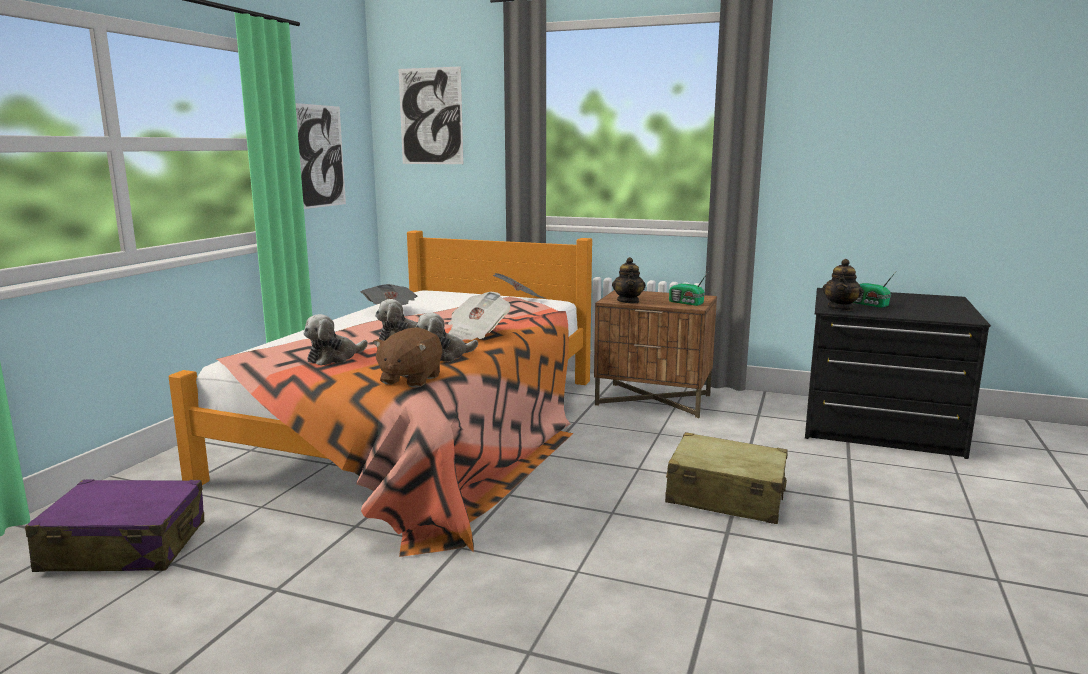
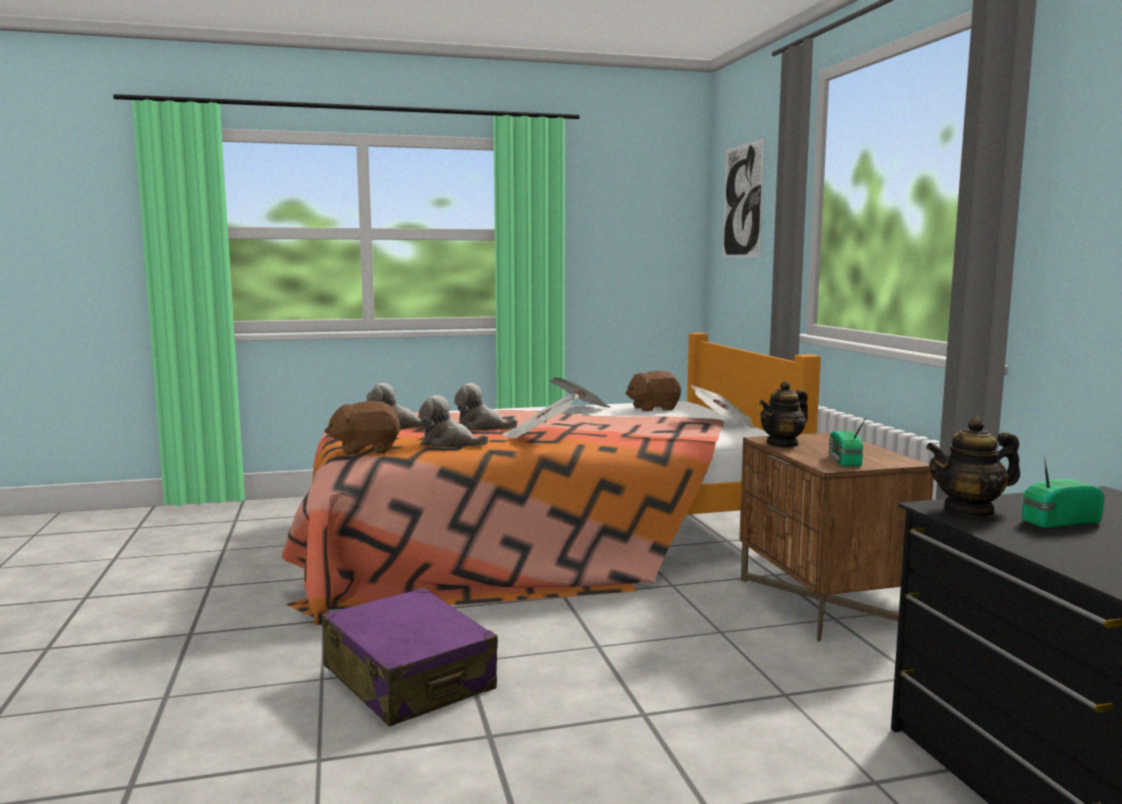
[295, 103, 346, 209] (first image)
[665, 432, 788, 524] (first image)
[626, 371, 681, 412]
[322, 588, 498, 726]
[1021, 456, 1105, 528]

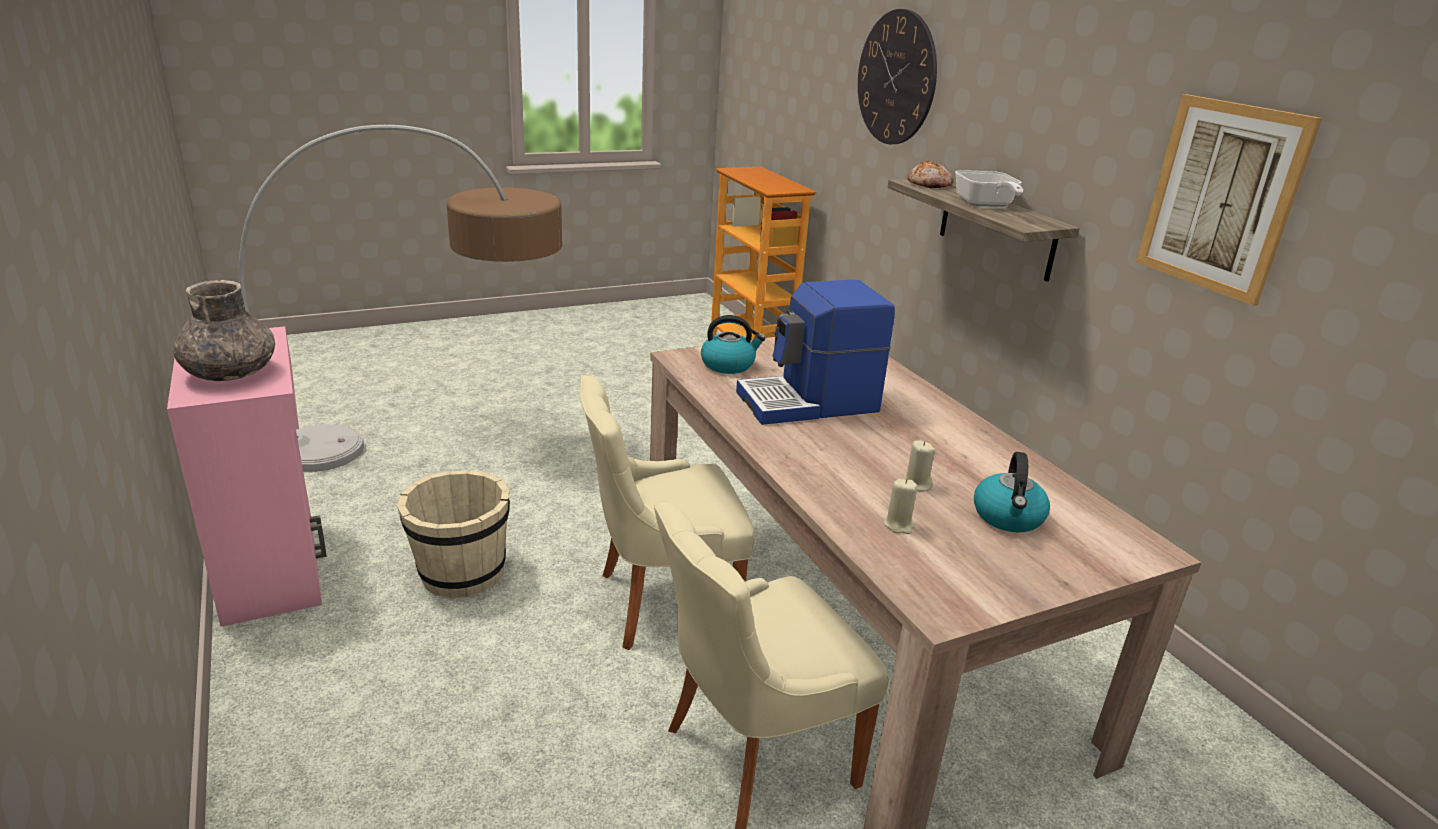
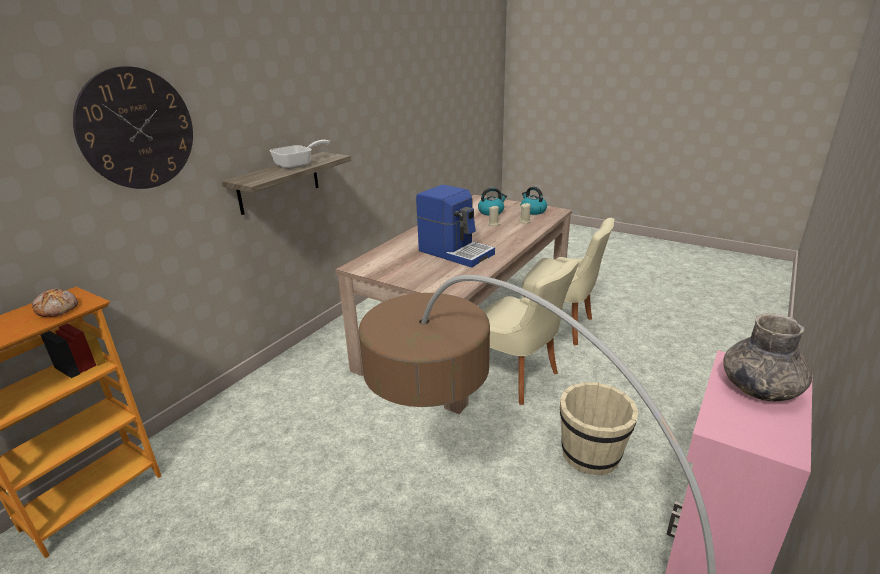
[1136, 94, 1322, 306] (first image)
[521, 187, 547, 215]
[32, 288, 78, 317]

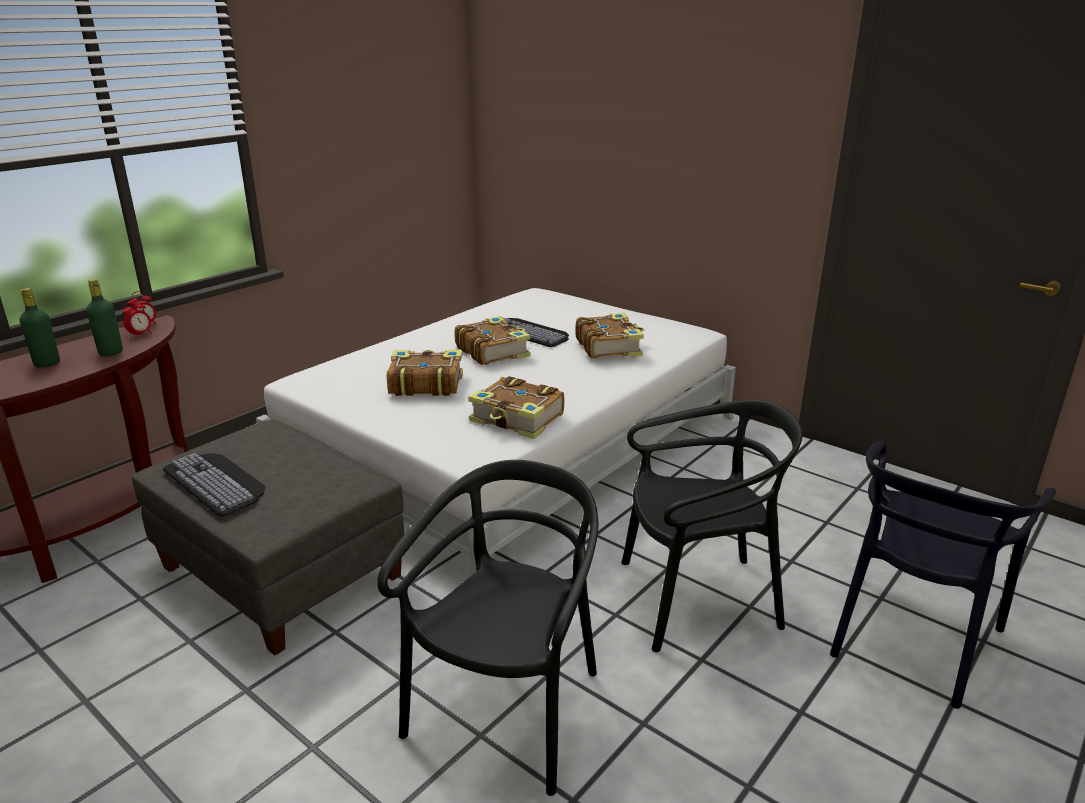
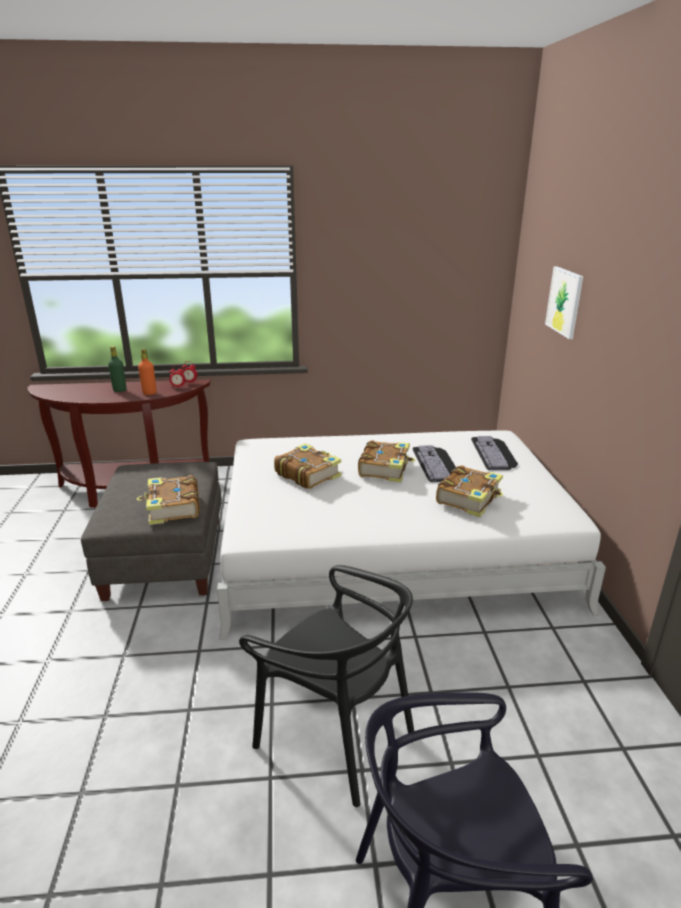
[377, 460, 598, 796] (first image)
[545, 266, 583, 339]
[471, 436, 518, 470]
[137, 475, 200, 525]
[138, 349, 157, 395]

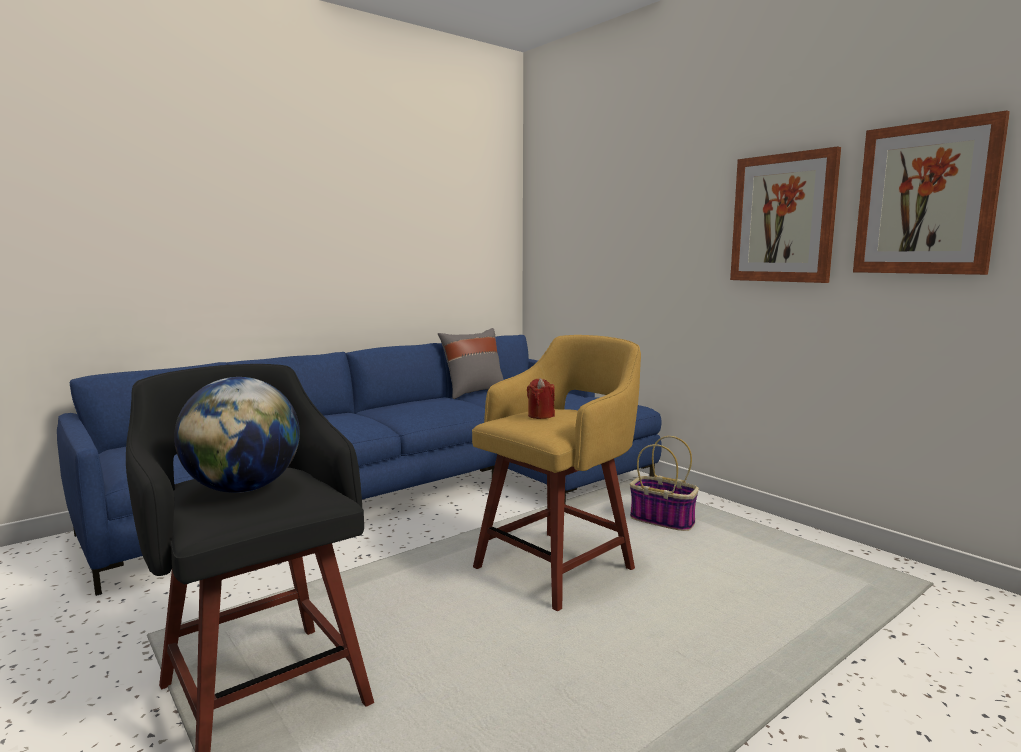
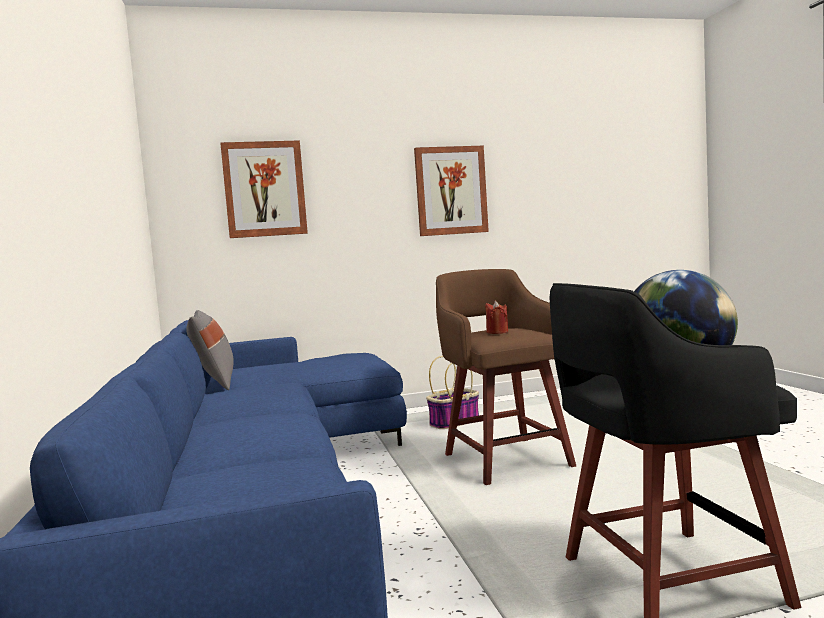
[220, 140, 308, 238]
[436, 269, 576, 485]

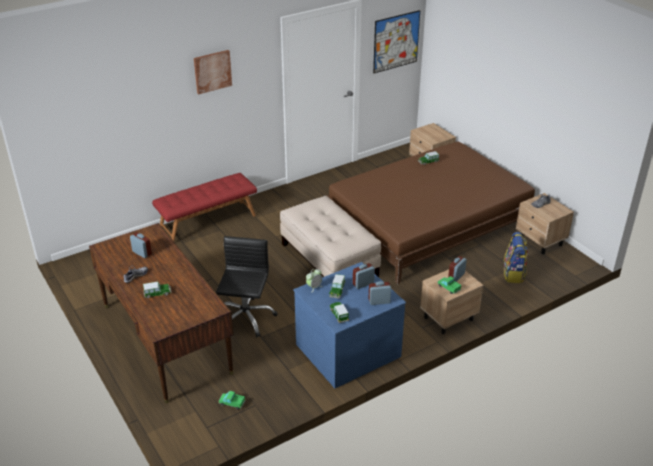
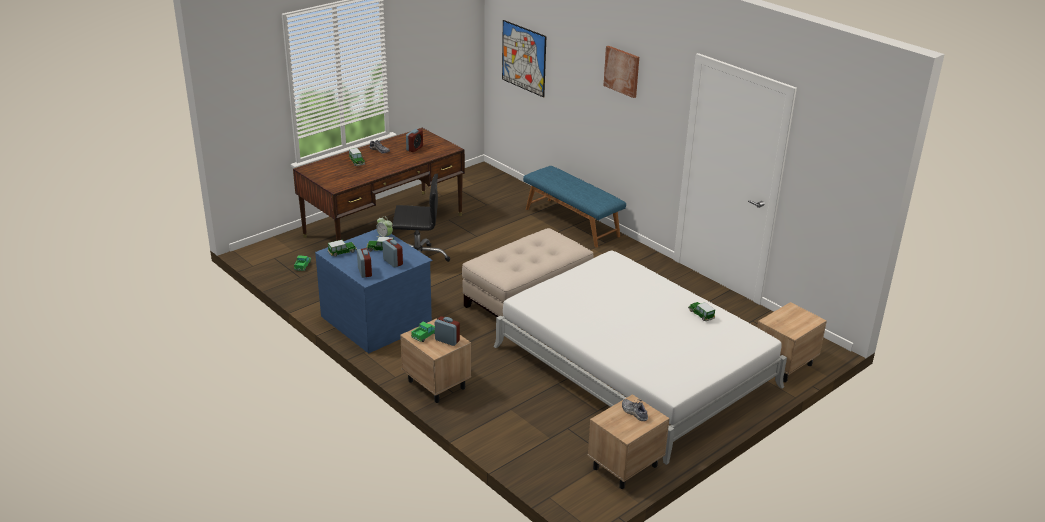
[504, 232, 528, 283] (first image)
[502, 20, 546, 98]
[523, 166, 626, 248]
[493, 250, 787, 465]

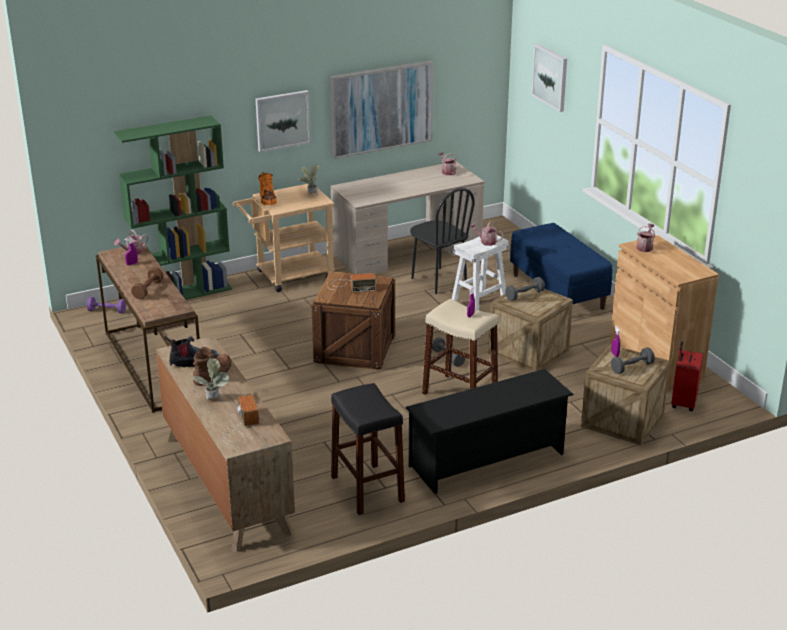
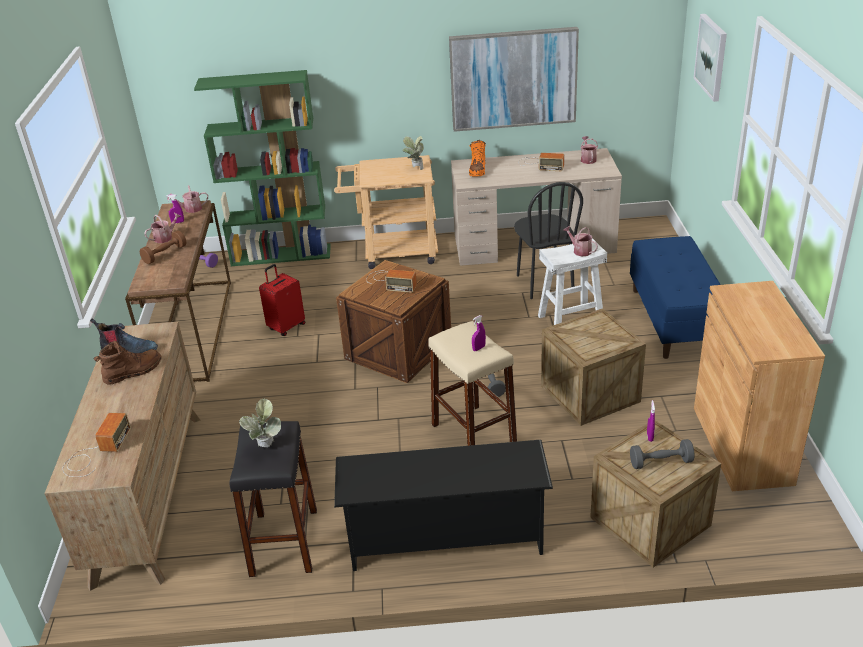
[256, 90, 311, 152] (first image)
[505, 277, 545, 301] (first image)
[519, 153, 564, 171]
[239, 399, 281, 447]
[469, 140, 486, 177]
[144, 213, 182, 243]
[259, 264, 305, 336]

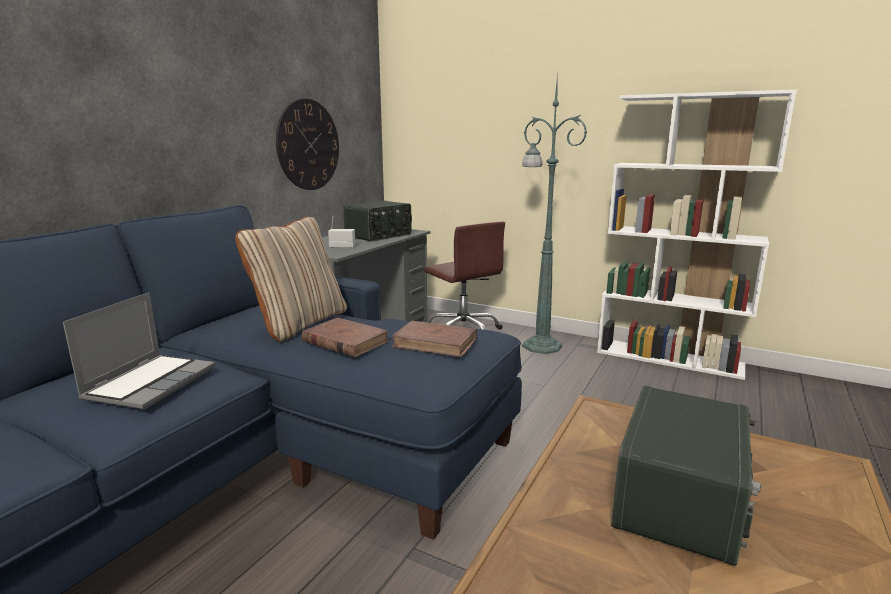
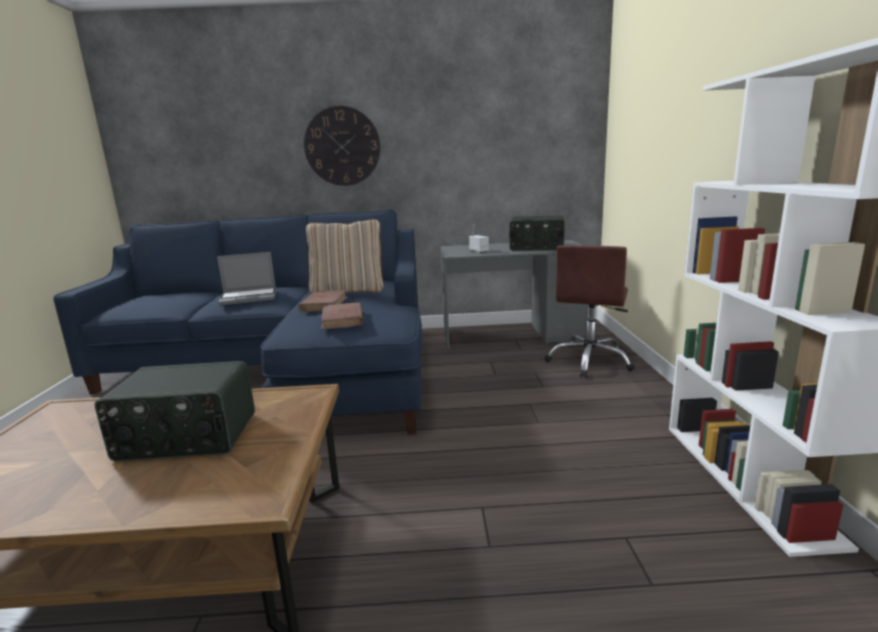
[522, 72, 587, 354] (first image)
[304, 106, 380, 186]

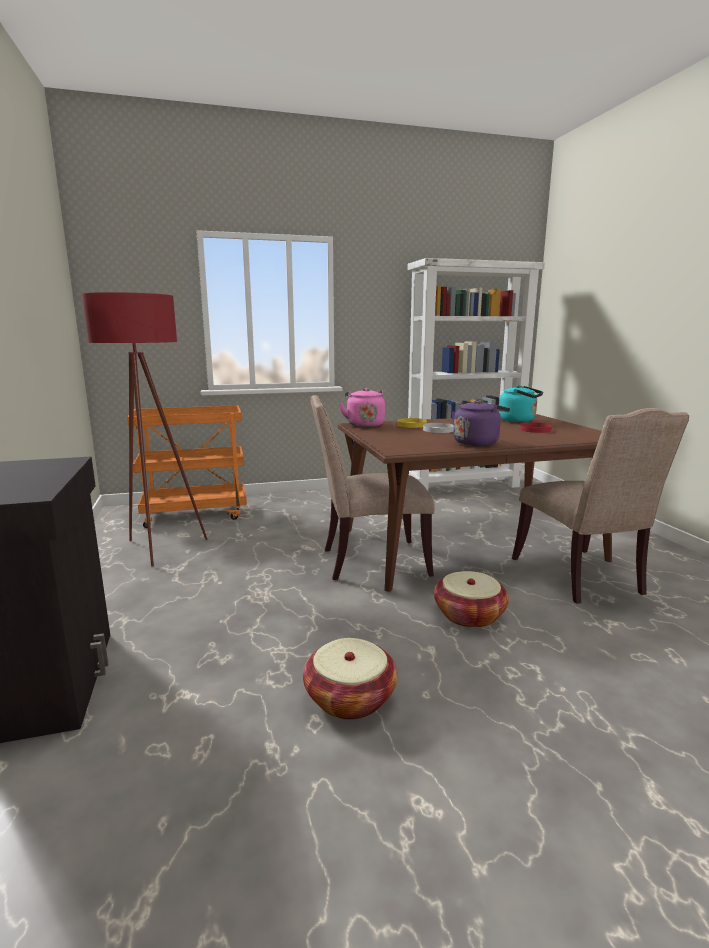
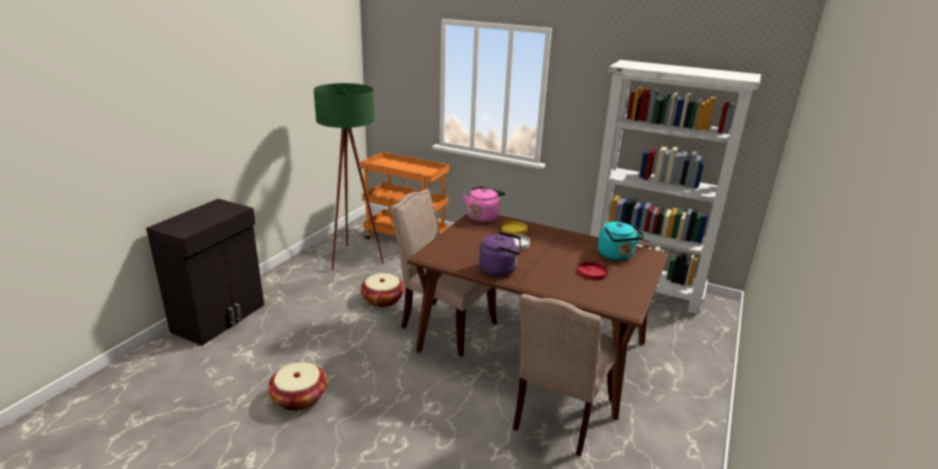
[360, 273, 405, 307]
[314, 83, 384, 271]

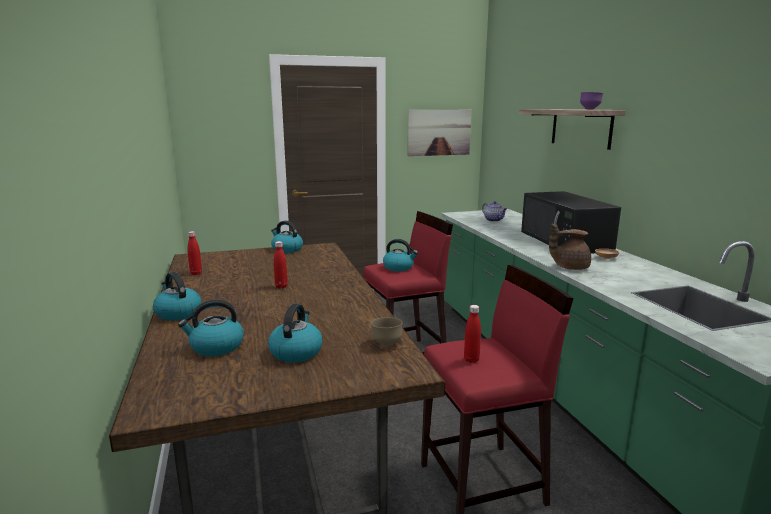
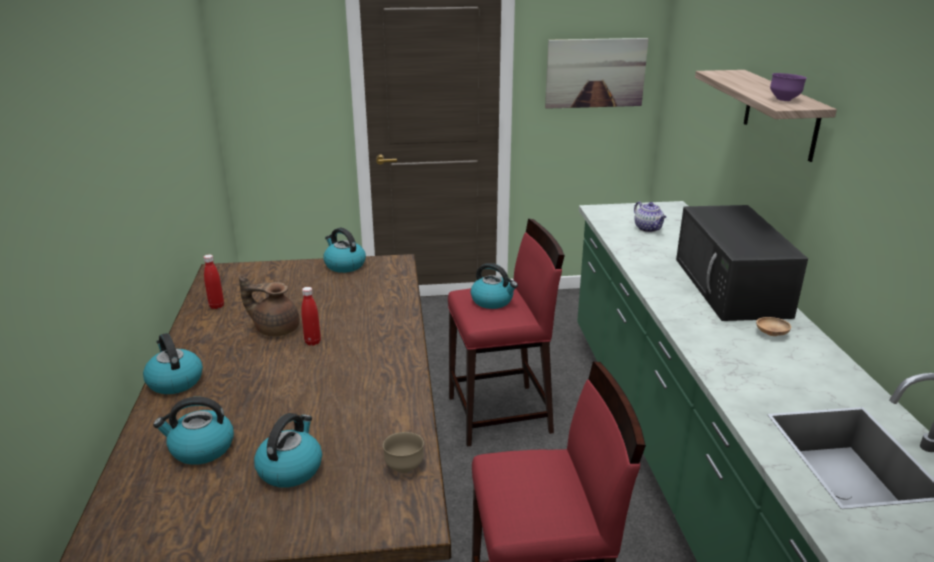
[464, 305, 481, 363] (first image)
[239, 275, 300, 337]

